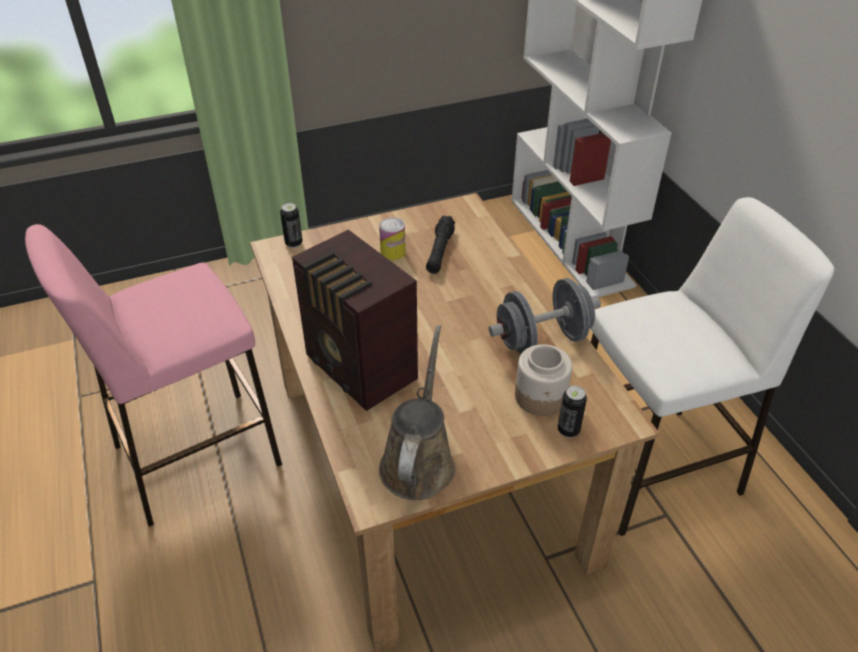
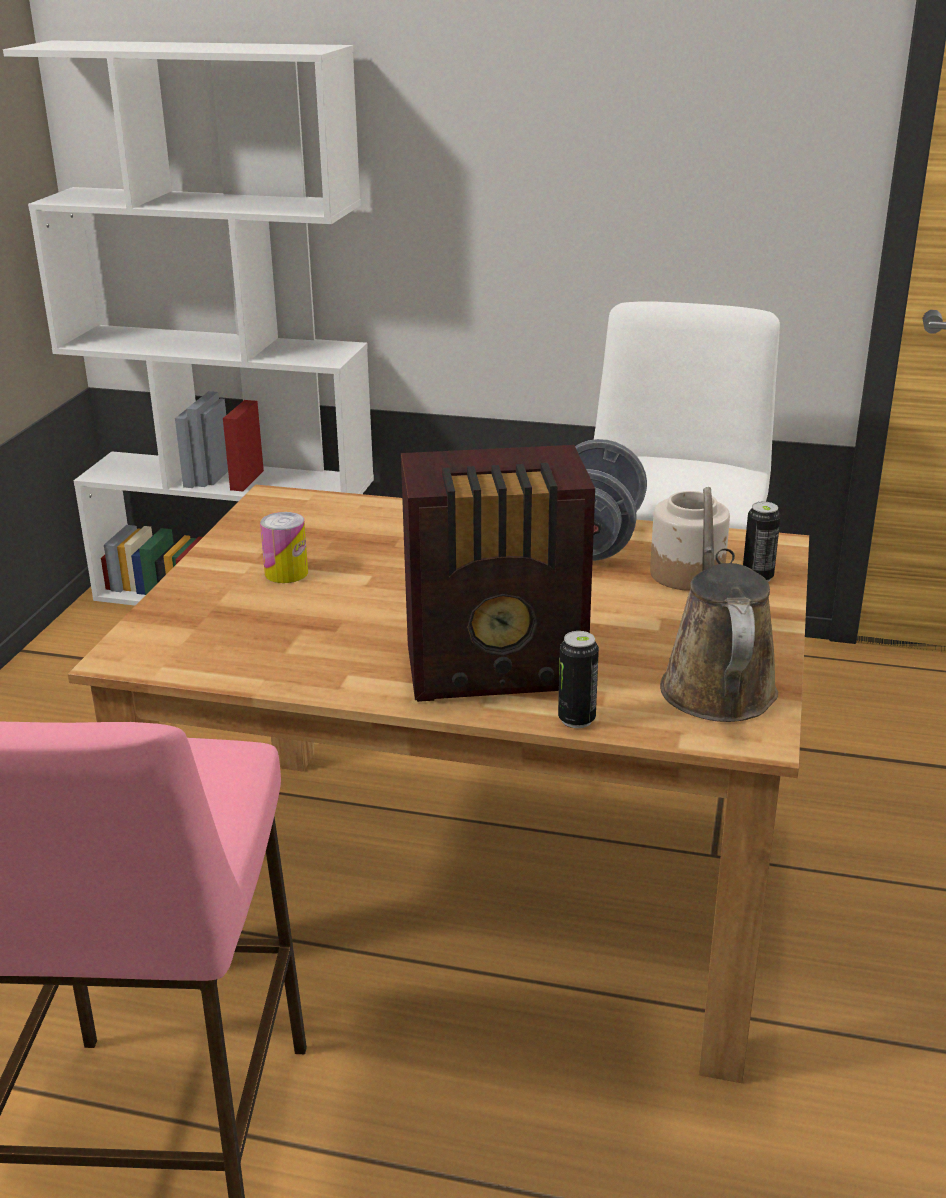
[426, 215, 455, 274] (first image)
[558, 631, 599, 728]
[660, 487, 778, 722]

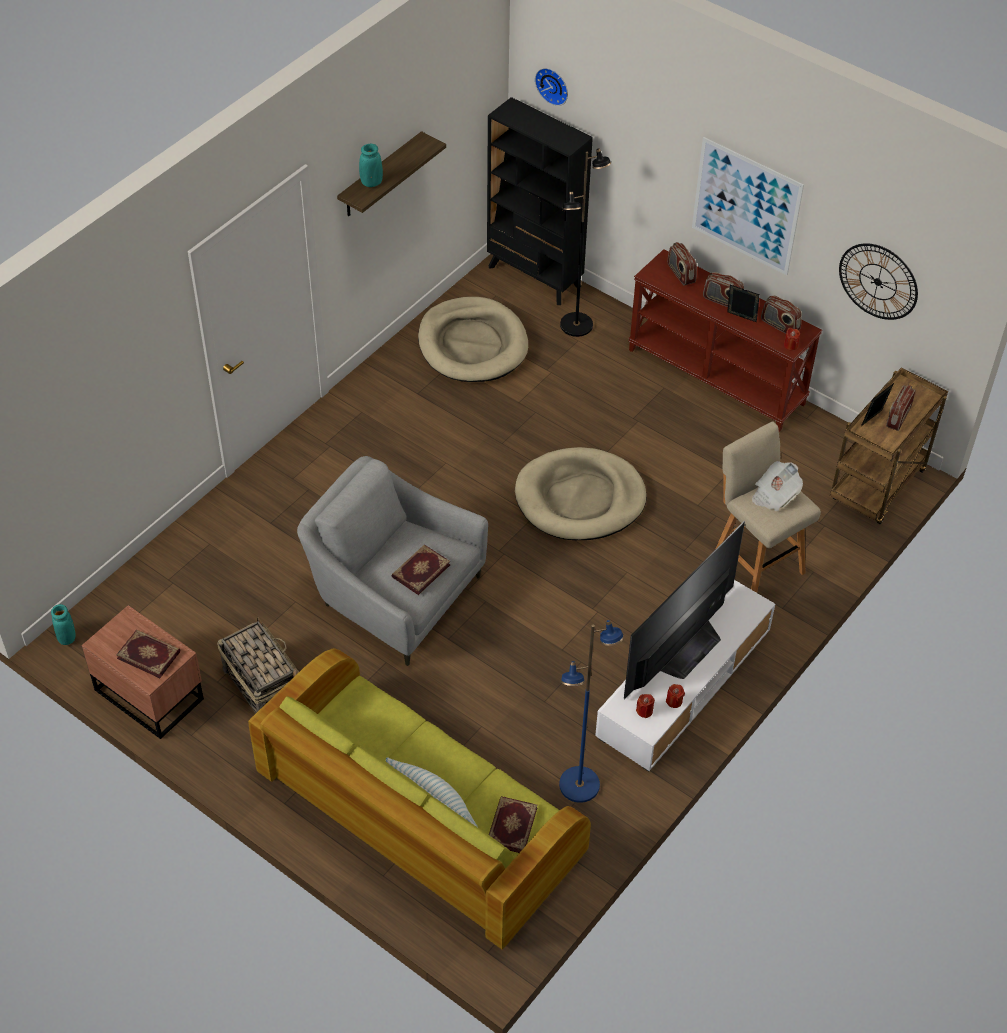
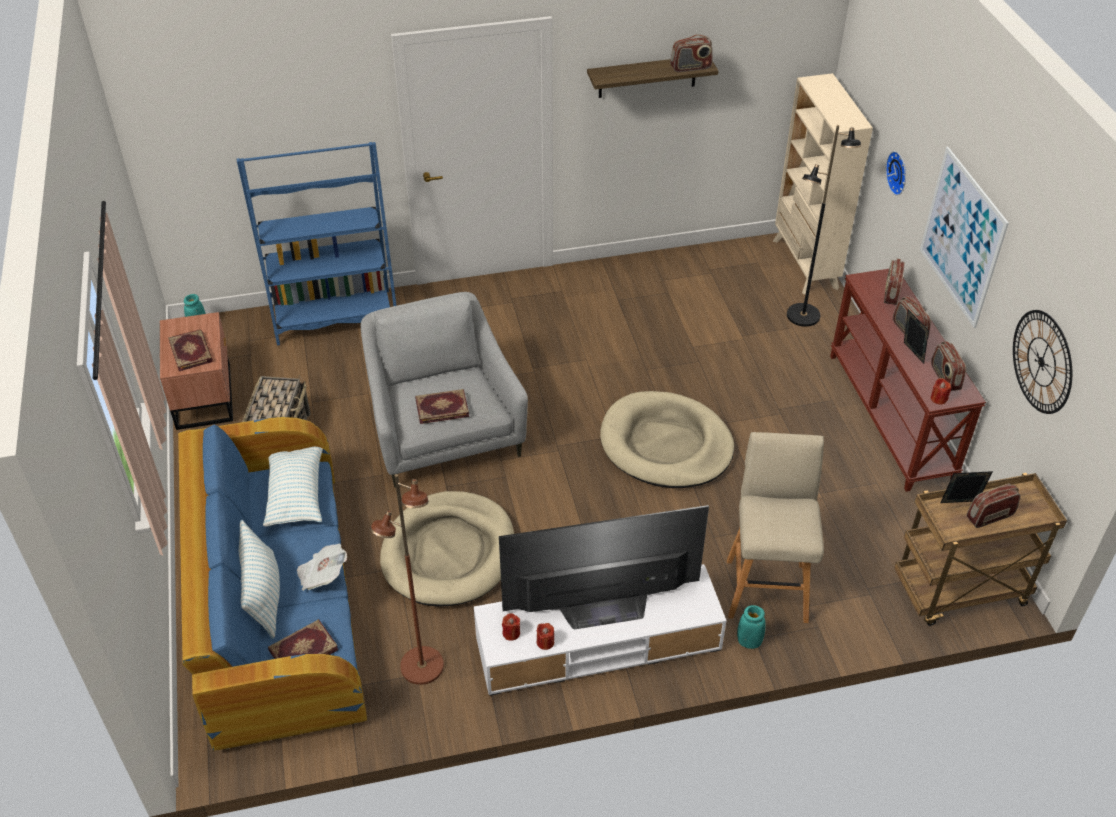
[237, 142, 397, 346]
[263, 447, 323, 526]
[670, 34, 713, 72]
[737, 605, 765, 649]
[380, 491, 514, 607]
[885, 151, 906, 196]
[297, 544, 347, 591]
[178, 417, 367, 751]
[773, 73, 873, 295]
[370, 474, 444, 685]

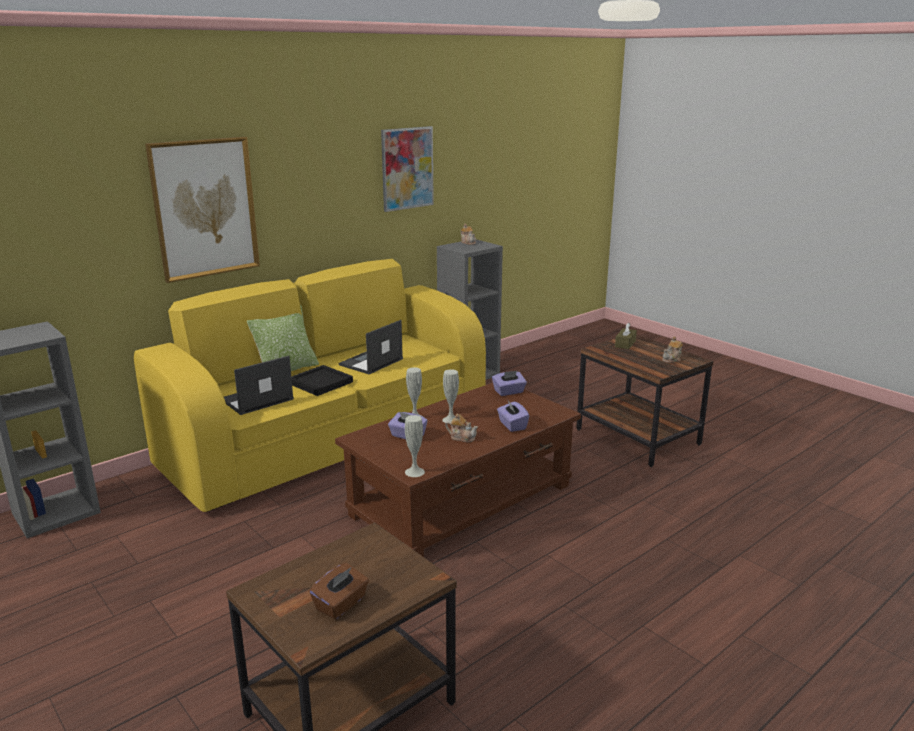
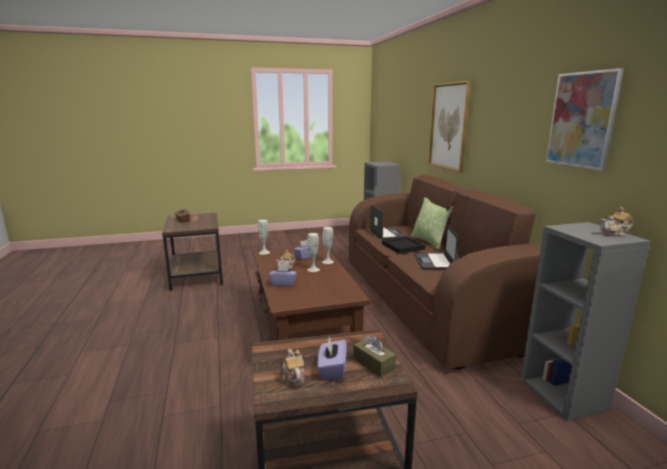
[317, 337, 347, 380]
[349, 175, 541, 369]
[415, 224, 459, 270]

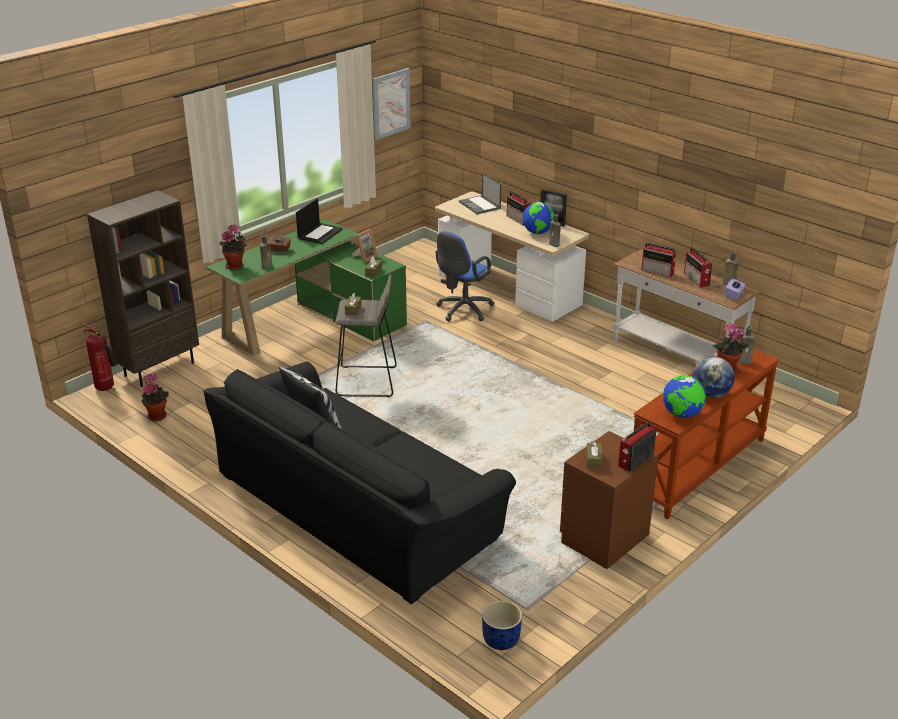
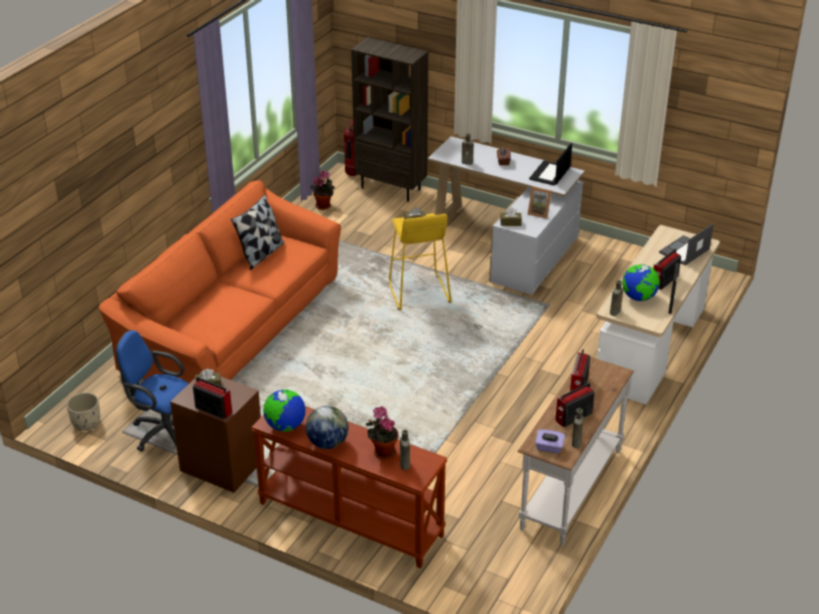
[220, 224, 247, 270] (first image)
[373, 68, 411, 140] (first image)
[116, 330, 188, 452]
[99, 180, 341, 384]
[428, 136, 585, 295]
[389, 213, 451, 310]
[66, 393, 100, 431]
[529, 143, 572, 186]

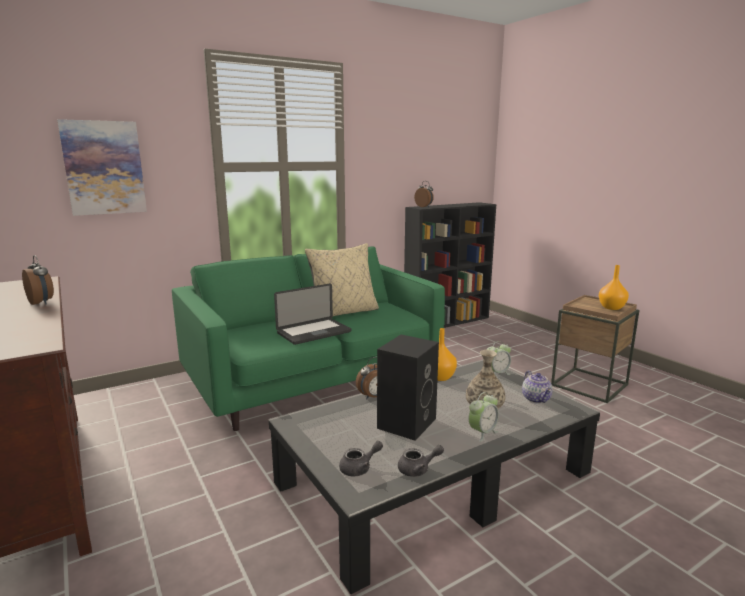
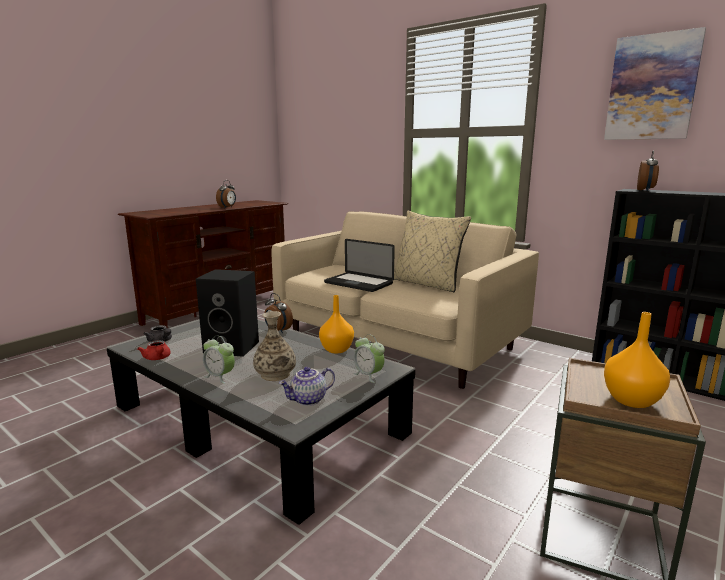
[604, 27, 706, 140]
[272, 211, 539, 389]
[138, 340, 171, 360]

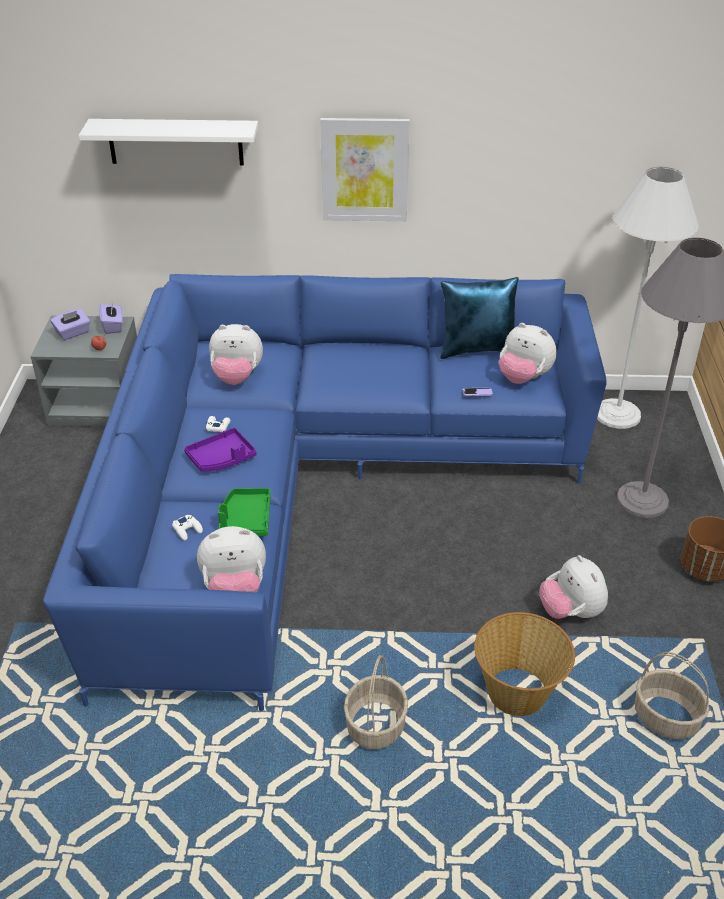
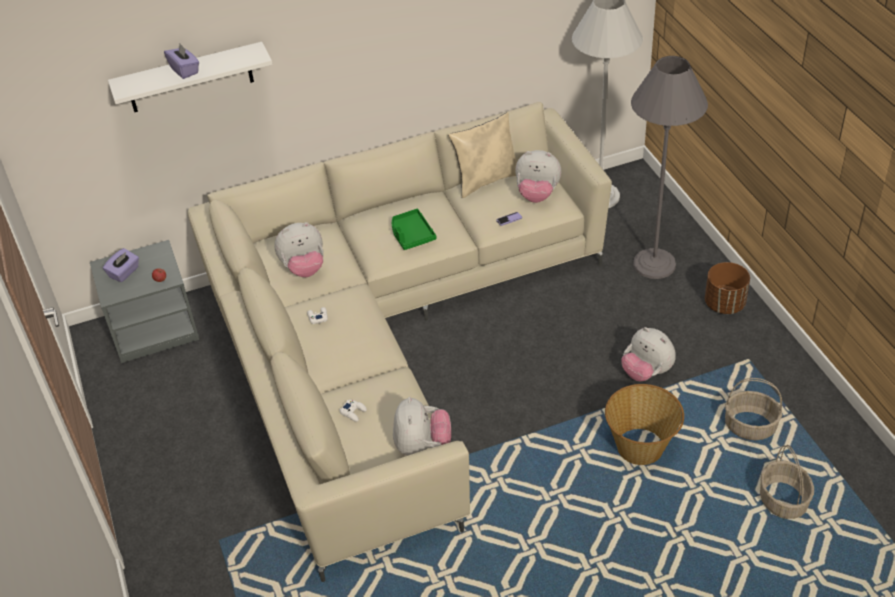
[184, 428, 257, 472] (first image)
[320, 118, 410, 221] (first image)
[164, 44, 199, 79]
[392, 209, 436, 250]
[760, 445, 814, 519]
[187, 102, 612, 582]
[448, 112, 517, 198]
[393, 397, 451, 455]

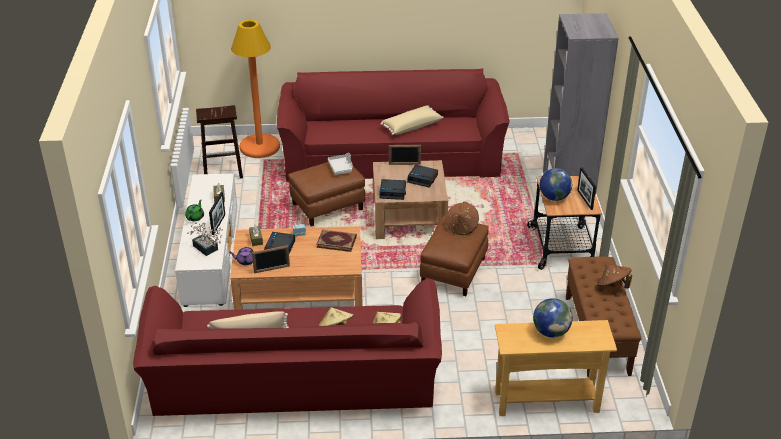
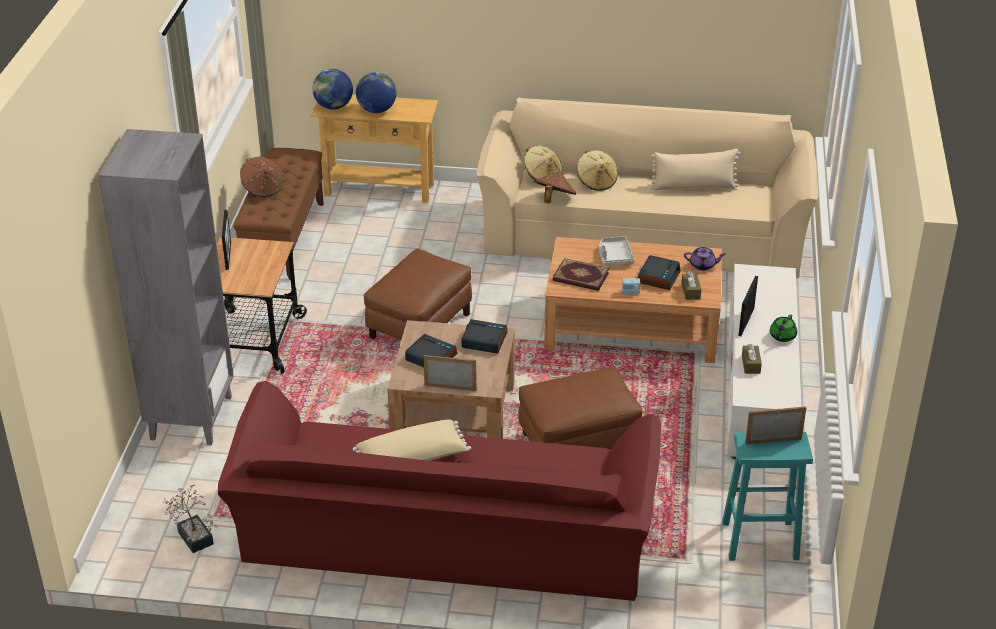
[231, 20, 280, 158] (first image)
[163, 485, 217, 553]
[745, 406, 806, 444]
[599, 236, 635, 266]
[534, 171, 576, 203]
[312, 69, 353, 109]
[476, 97, 818, 278]
[722, 432, 813, 561]

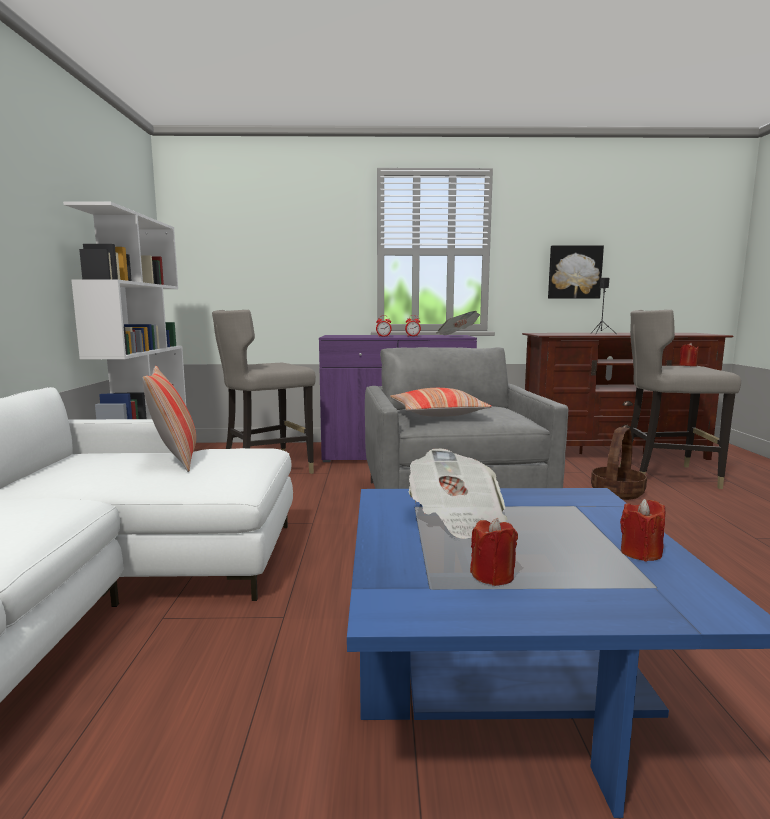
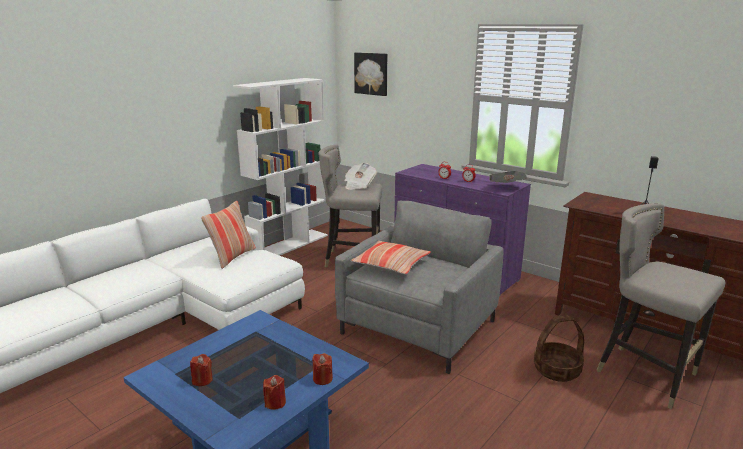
[344, 163, 377, 190]
[354, 52, 387, 96]
[312, 353, 333, 385]

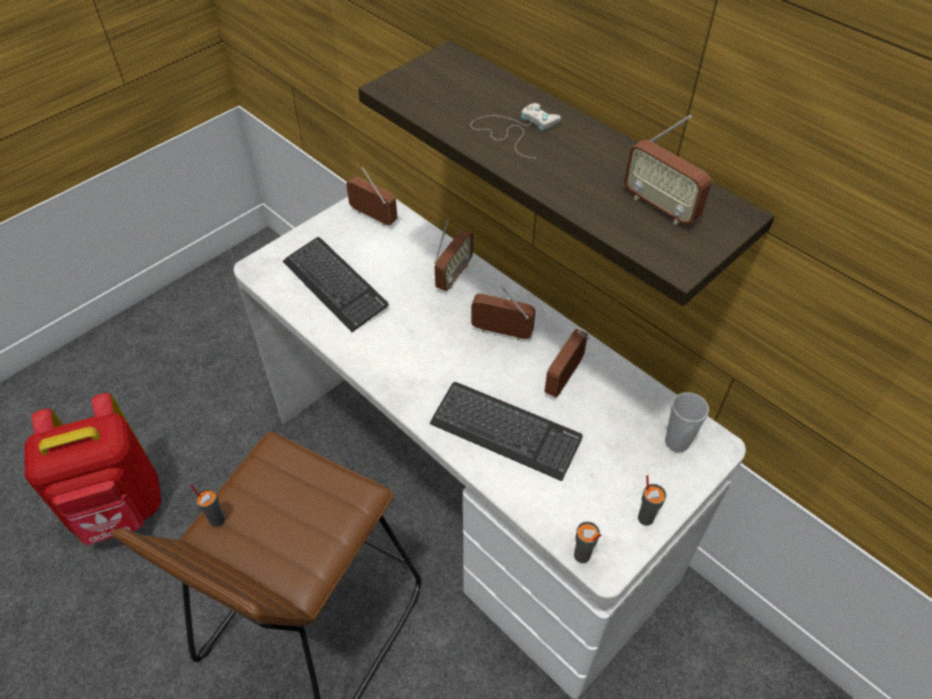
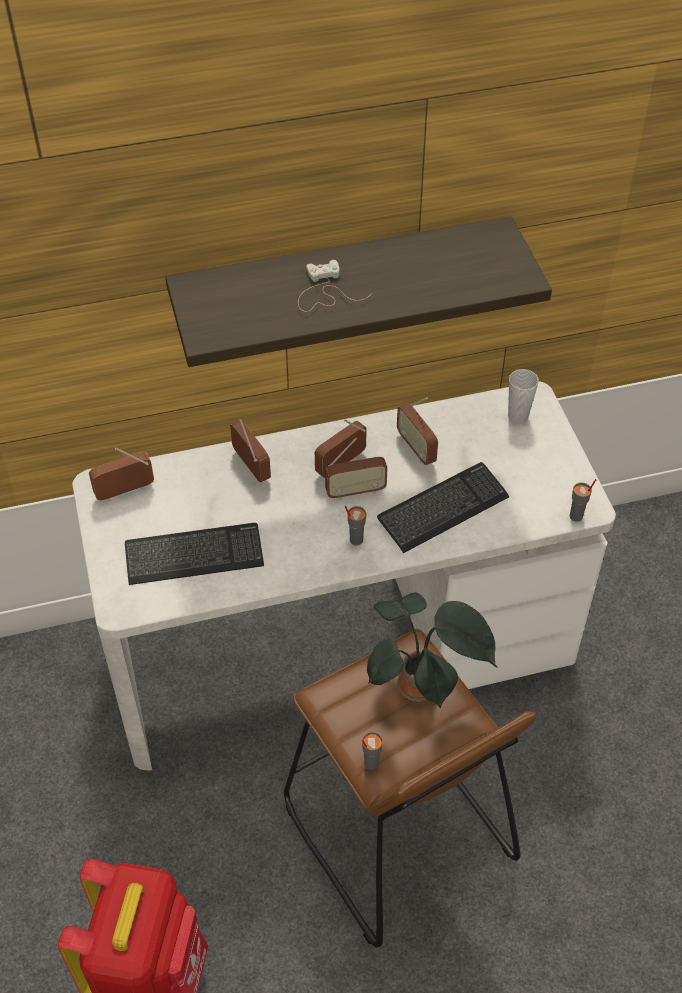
[367, 592, 497, 708]
[325, 437, 388, 500]
[345, 506, 366, 545]

